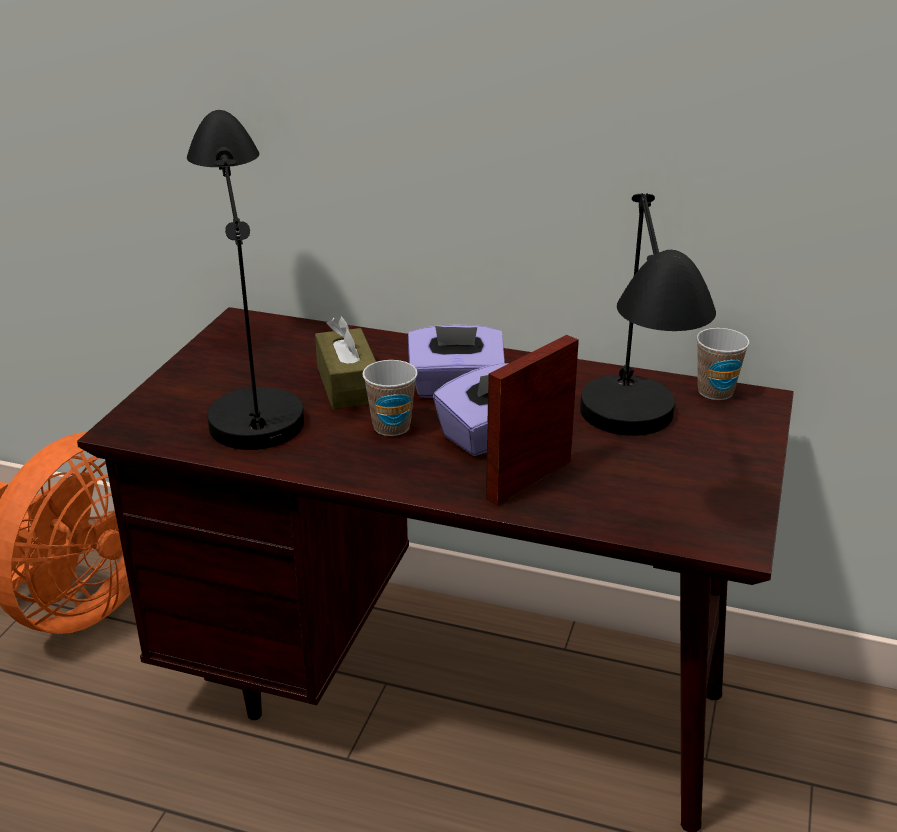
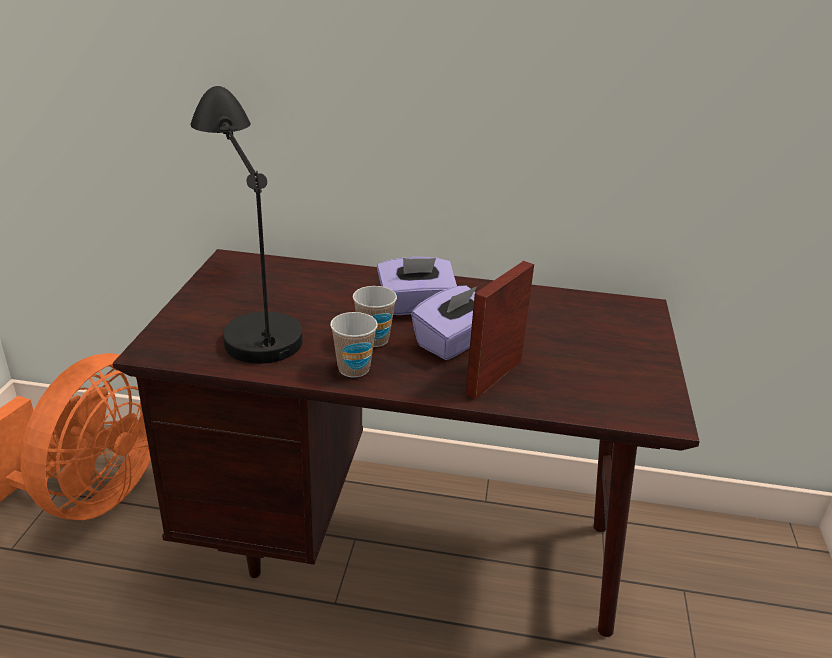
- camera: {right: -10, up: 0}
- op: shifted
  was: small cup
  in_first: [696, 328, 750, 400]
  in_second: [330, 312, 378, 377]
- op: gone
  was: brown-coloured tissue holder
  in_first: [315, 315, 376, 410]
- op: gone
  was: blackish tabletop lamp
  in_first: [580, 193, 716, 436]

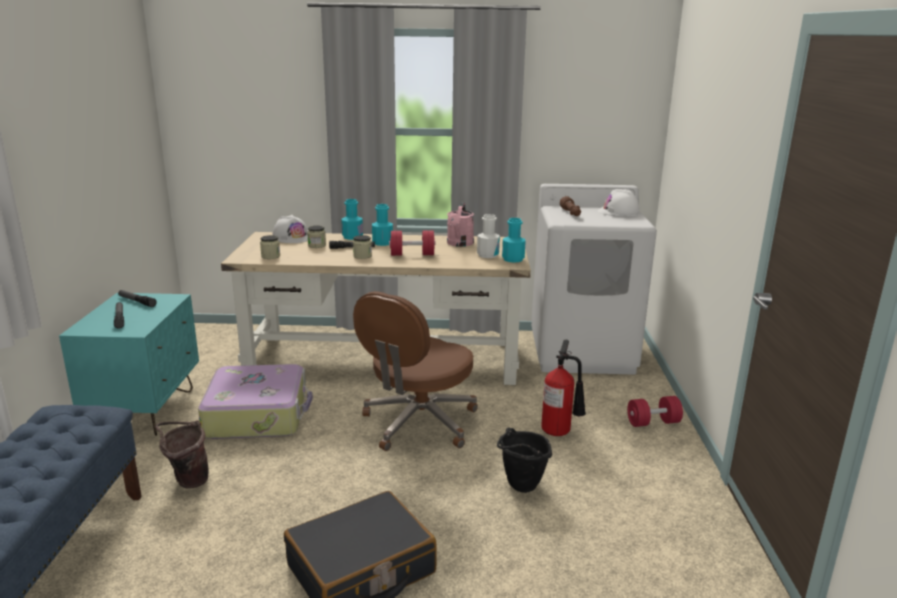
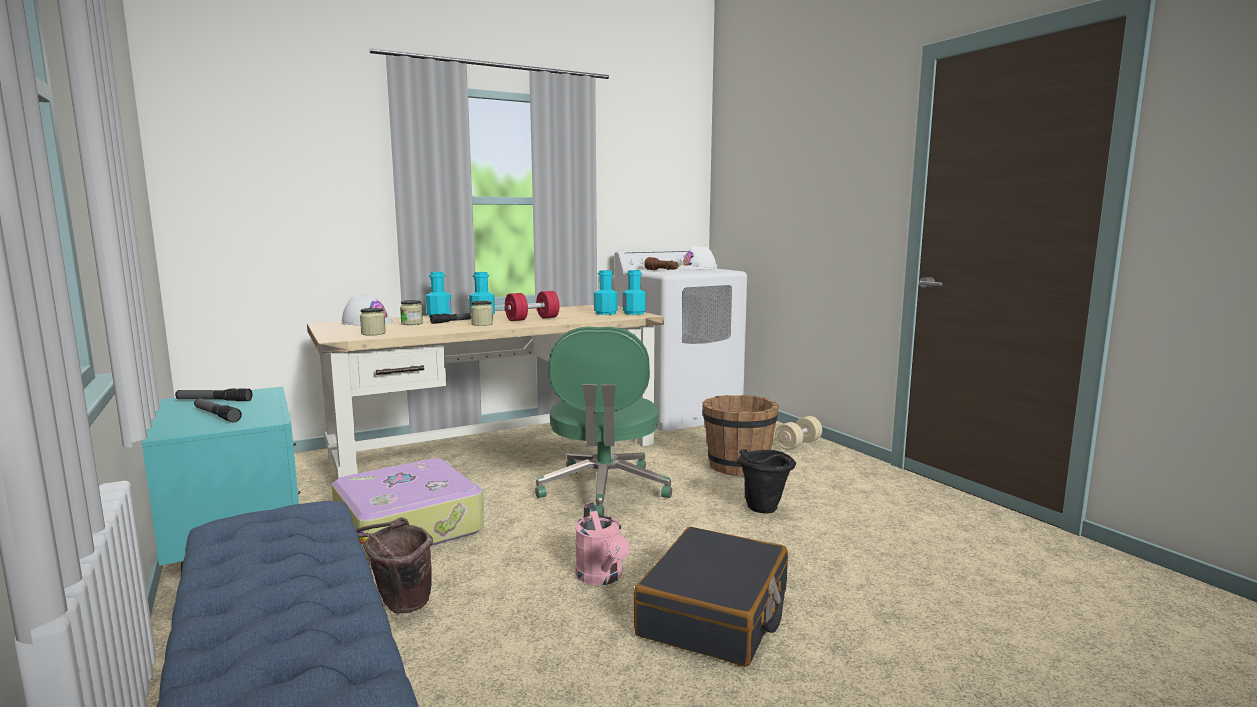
- camera: {right: -30, up: -10}
- op: repainted
  was: brown-coloured desk chair
  now: green-coloured desk chair
  in_first: [353, 291, 478, 451]
  in_second: [535, 326, 672, 515]
- op: shifted
  was: pinkish watering pot
  in_first: [447, 203, 474, 247]
  in_second: [575, 502, 630, 585]
- op: repainted
  was: whitish beverage bottle
  now: turquoise-coloured beverage bottle
  in_first: [477, 214, 500, 258]
  in_second: [594, 270, 618, 315]
- op: swapped
  was: fire extinguisher
  now: brown-coloured bucket
  in_first: [541, 340, 586, 436]
  in_second: [702, 395, 779, 476]
- op: repainted
  was: reddish dumbbell
  now: sand-coloured dumbbell
  in_first: [627, 396, 683, 427]
  in_second: [775, 416, 822, 450]

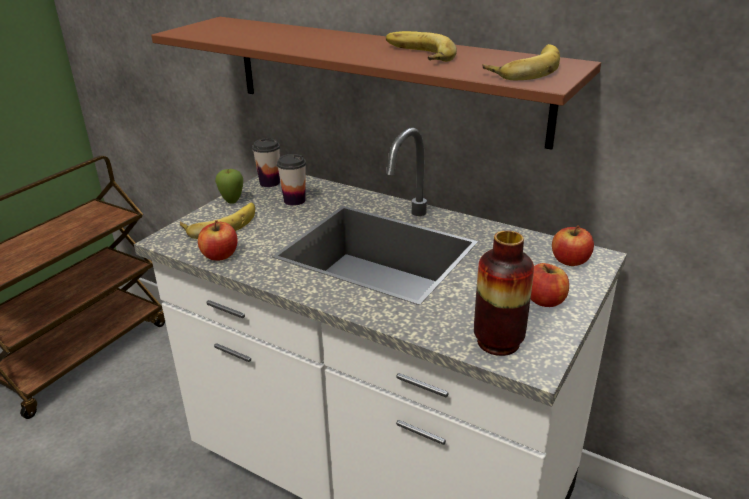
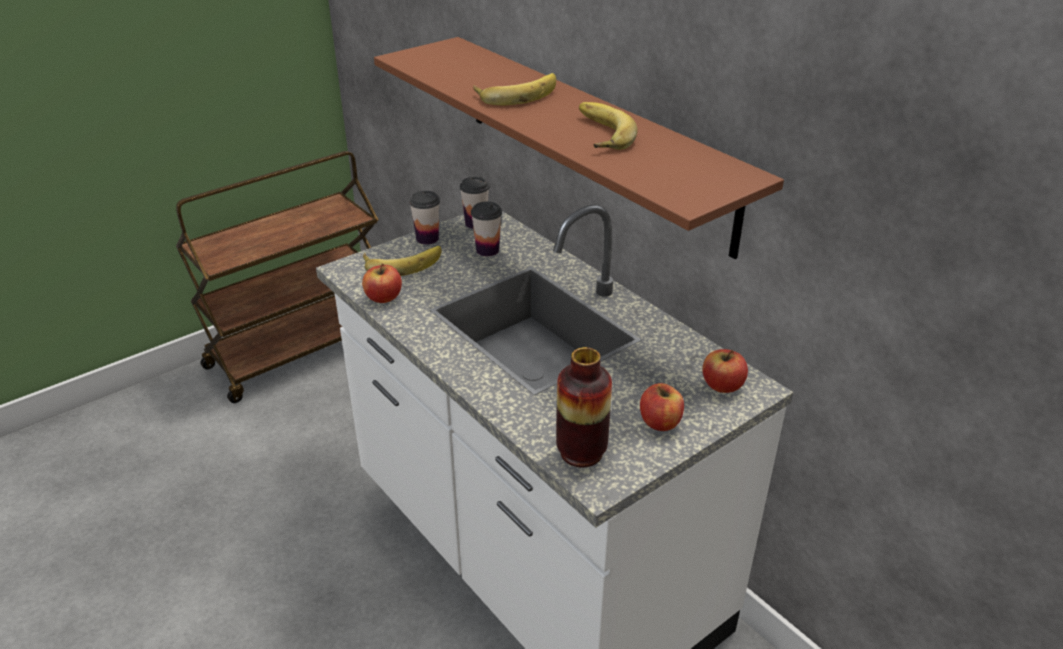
- camera: {right: 20, up: 5}
- op: swapped
  was: apple fruit
  now: small cup
  in_first: [215, 169, 243, 203]
  in_second: [409, 191, 440, 245]
- op: shifted
  was: banana fruit
  in_first: [483, 44, 560, 80]
  in_second: [473, 73, 556, 105]

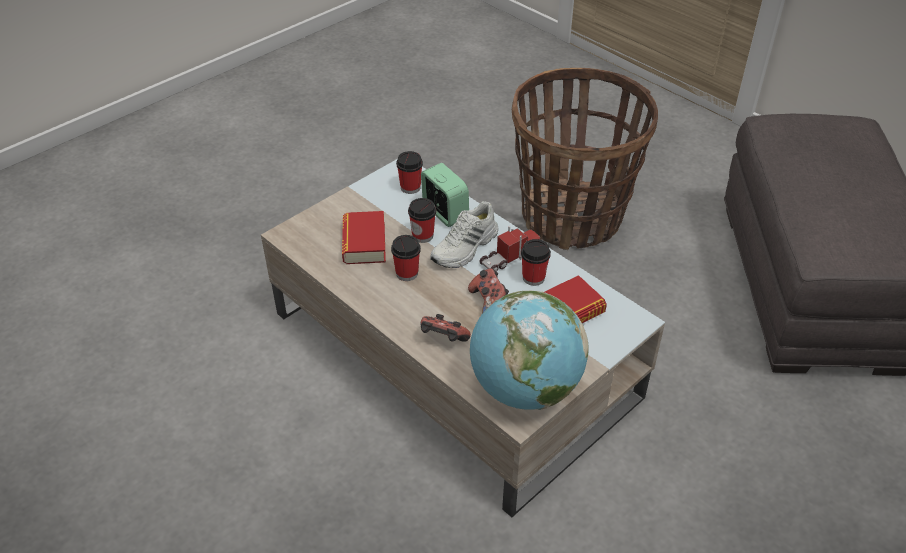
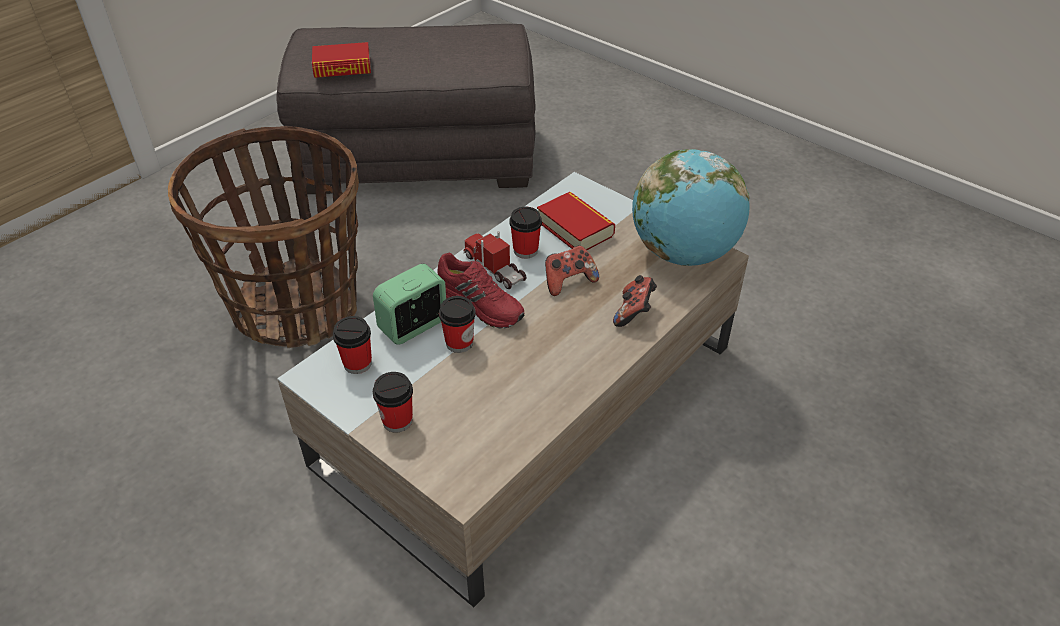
- camera: {right: -95, up: 0}
- op: shifted
  was: book
  in_first: [342, 211, 386, 264]
  in_second: [312, 42, 371, 78]
- op: shifted
  was: small cup
  in_first: [391, 235, 421, 281]
  in_second: [373, 372, 413, 433]
- op: repainted
  was: whitish item of footwear
  now: reddish item of footwear
  in_first: [430, 201, 498, 268]
  in_second: [438, 253, 524, 329]

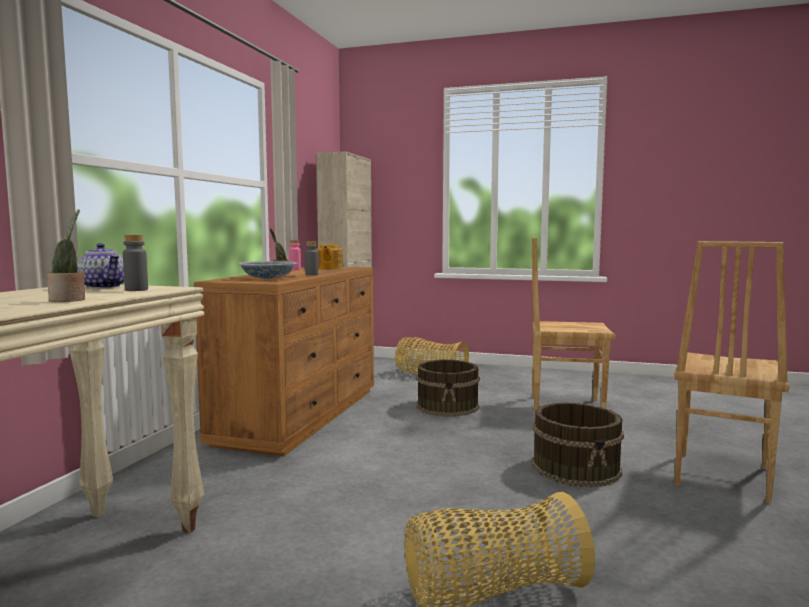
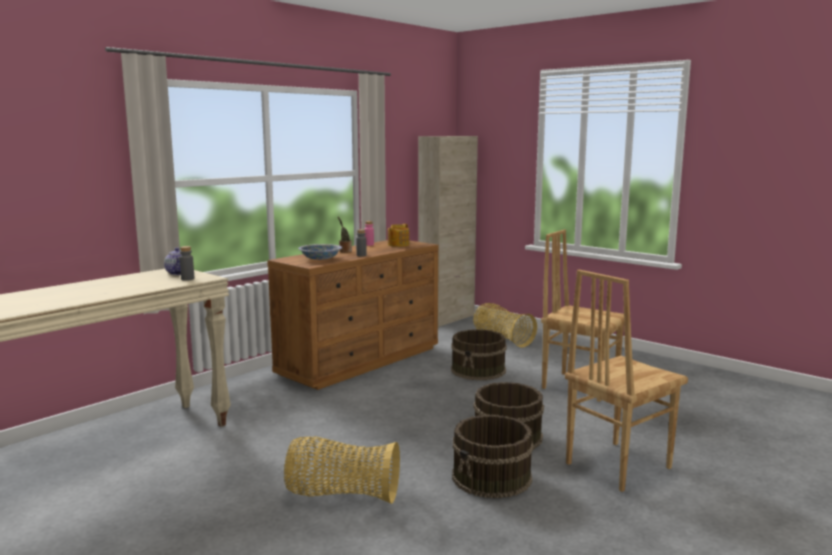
- camera: {right: 25, up: 5}
- op: new
  now: brown-coloured bucket
  in_second: [452, 414, 534, 498]
- op: gone
  was: potted plant
  in_first: [47, 210, 85, 302]

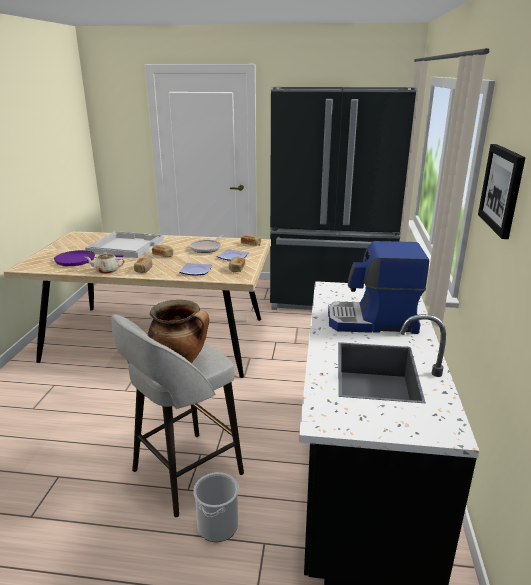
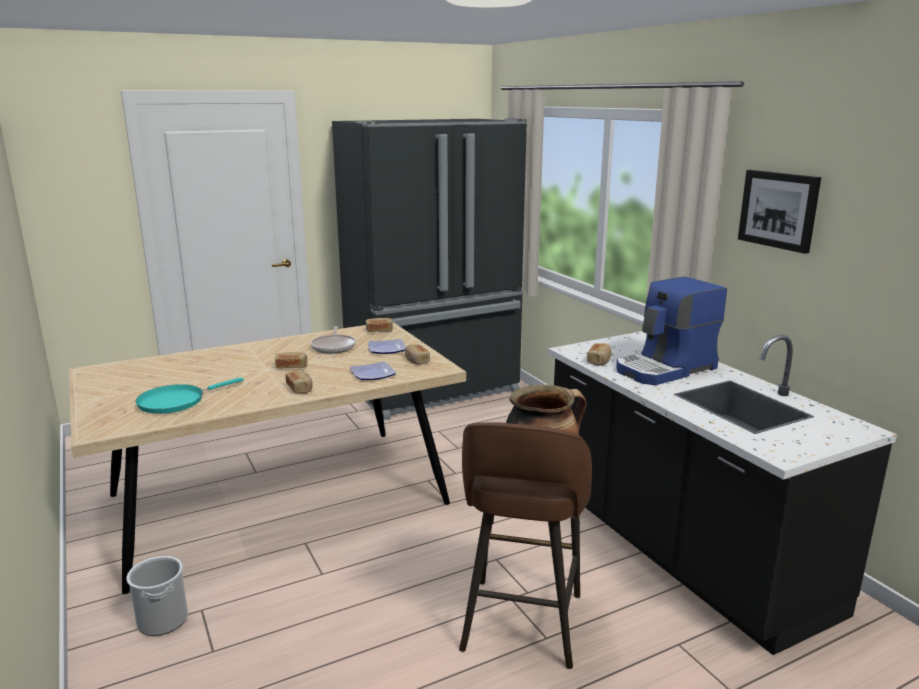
- camera: {right: -35, up: -5}
- op: shifted
  was: bucket
  in_first: [193, 472, 239, 542]
  in_second: [126, 556, 188, 636]
- op: repainted
  was: purple pan
  now: turquoise-coloured pan
  in_first: [54, 250, 124, 266]
  in_second: [135, 377, 244, 414]
- op: repainted
  was: greyish stool
  now: brown-coloured stool
  in_first: [111, 314, 244, 517]
  in_second: [459, 422, 592, 669]
- op: new
  now: baked bread
  in_second: [587, 343, 612, 366]
- op: gone
  was: whitish carrying tray
  in_first: [85, 231, 164, 258]
- op: gone
  was: sand-coloured pot for tea
  in_first: [85, 252, 125, 274]

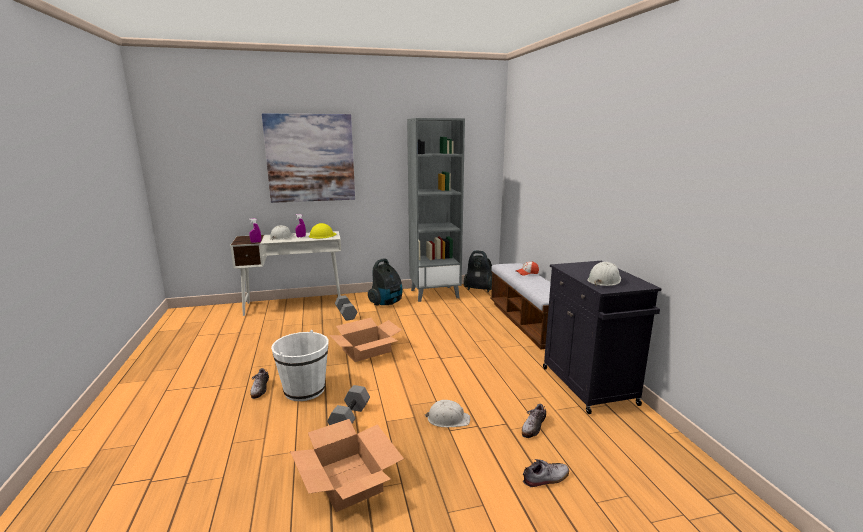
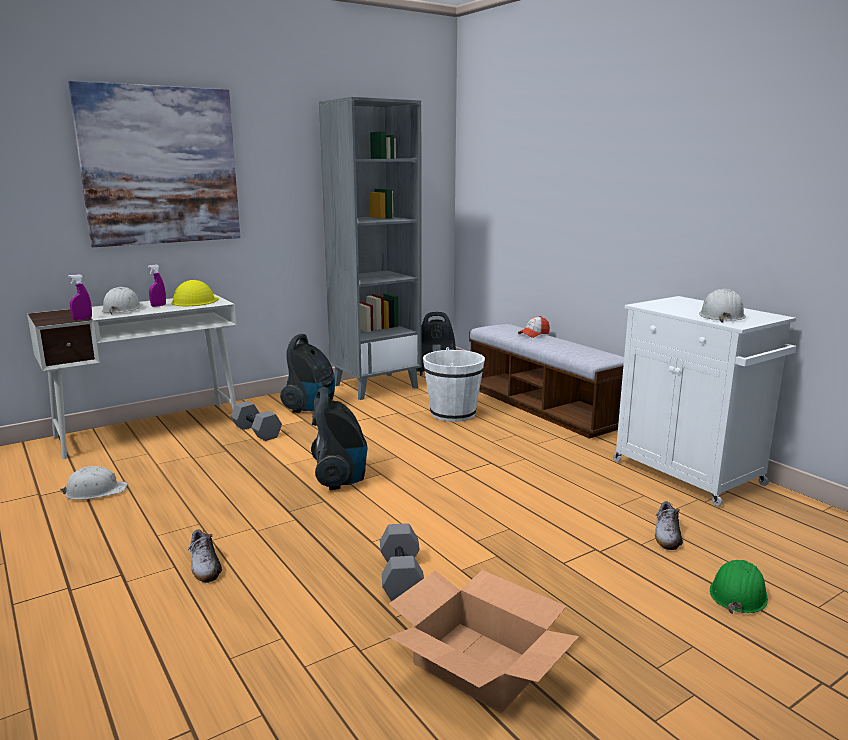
- camera: {right: -20, up: 0}
- op: shifted
  was: whitish hard hat
  in_first: [425, 400, 470, 427]
  in_second: [60, 466, 127, 500]
- op: swapped
  was: carton
  now: vacuum
  in_first: [329, 318, 402, 362]
  in_second: [311, 387, 367, 490]
- op: shifted
  was: whitish bucket
  in_first: [271, 330, 329, 401]
  in_second: [423, 347, 485, 422]
- op: repainted
  was: blackish cupboard
  now: whitish cupboard
  in_first: [543, 261, 662, 414]
  in_second: [613, 296, 796, 506]
- op: swapped
  was: item of footwear
  now: green-coloured hard hat
  in_first: [523, 459, 569, 487]
  in_second: [710, 560, 768, 614]

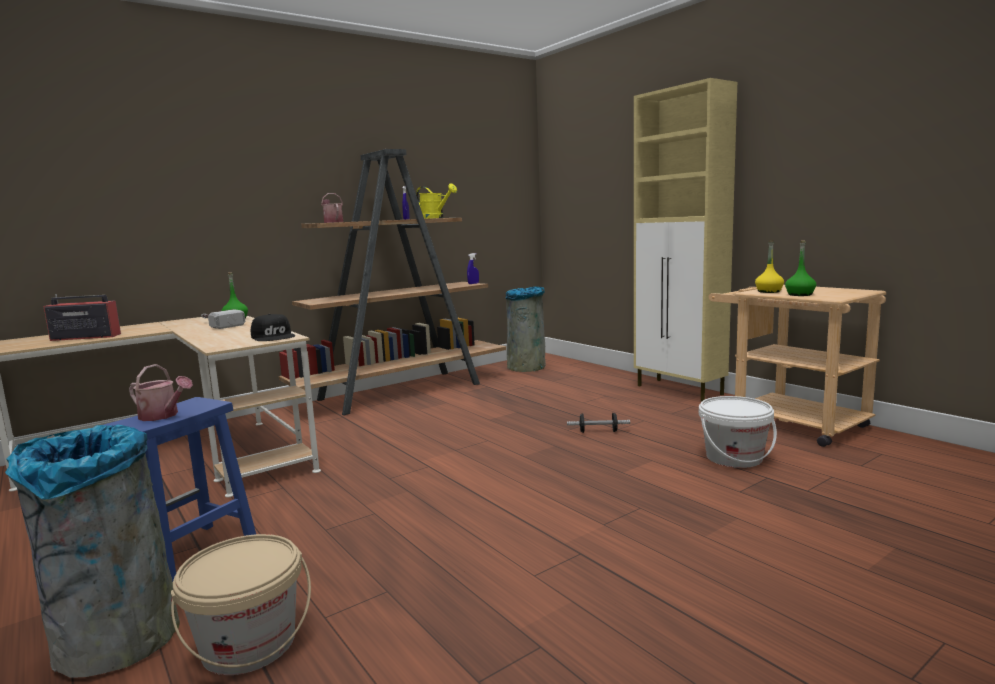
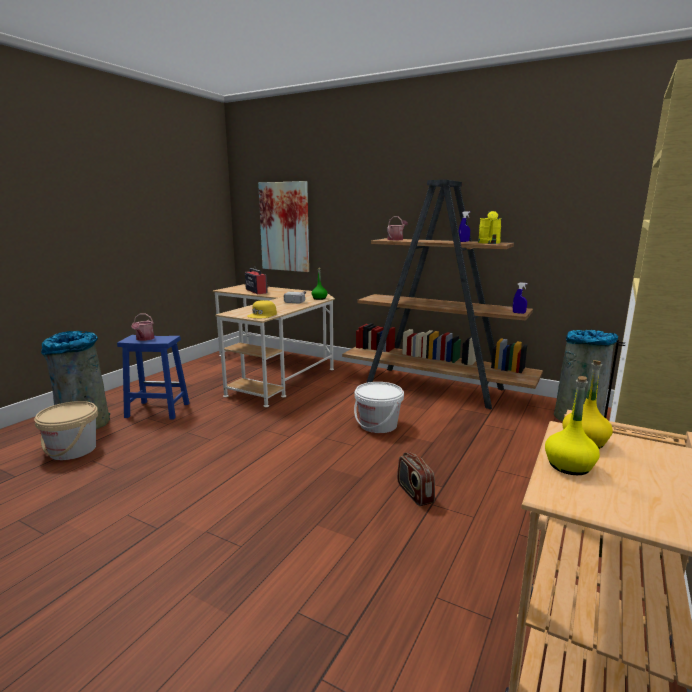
- camera: {right: 65, up: 5}
- op: repainted
  was: blackish cap
  now: yellowish cap
  in_first: [250, 314, 296, 341]
  in_second: [247, 300, 277, 318]
- op: new
  now: wall art
  in_second: [258, 181, 309, 272]
- op: shifted
  was: whitish bucket
  in_first: [699, 396, 777, 468]
  in_second: [354, 382, 404, 433]
- op: swapped
  was: dumbbell
  now: radio
  in_first: [567, 413, 630, 433]
  in_second: [397, 452, 435, 506]
- op: repainted
  was: green-coloured beverage bottle
  now: yellowish beverage bottle
  in_first: [785, 240, 816, 296]
  in_second: [545, 376, 600, 475]

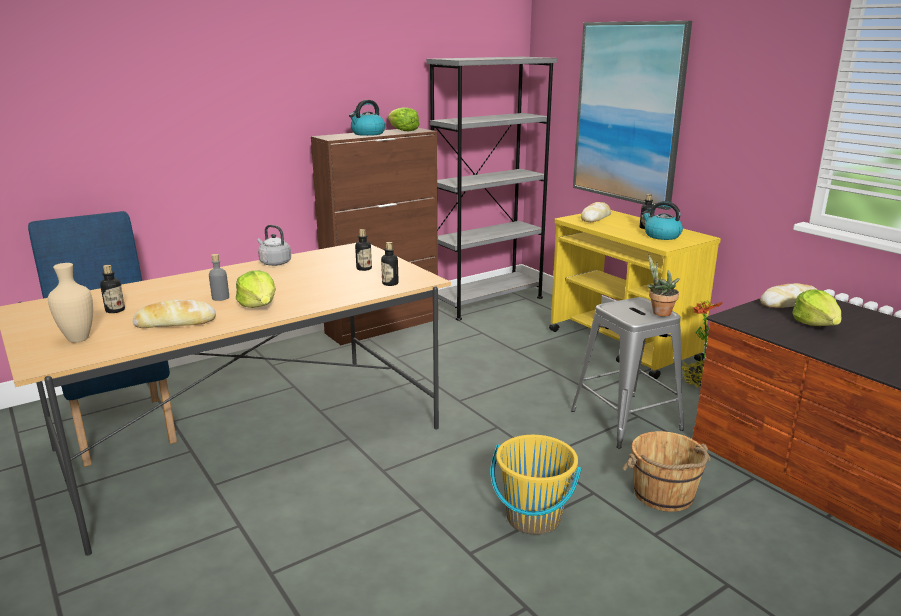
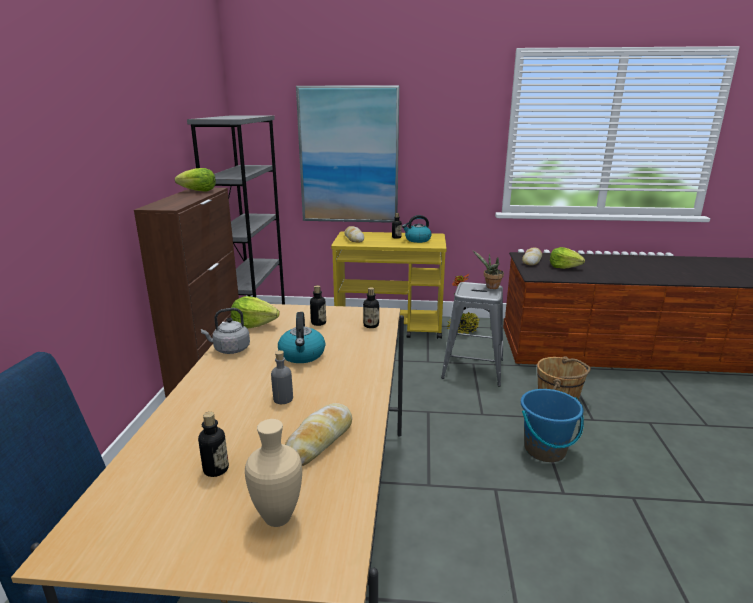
- camera: {right: -50, up: 0}
- op: shifted
  was: lettuce head
  in_first: [236, 271, 276, 308]
  in_second: [231, 296, 280, 328]
- op: shifted
  was: water kettle
  in_first: [349, 100, 385, 136]
  in_second: [278, 312, 325, 363]
- op: repainted
  was: yellowish bucket
  now: blue bucket
  in_first: [491, 435, 581, 535]
  in_second: [521, 389, 584, 462]

